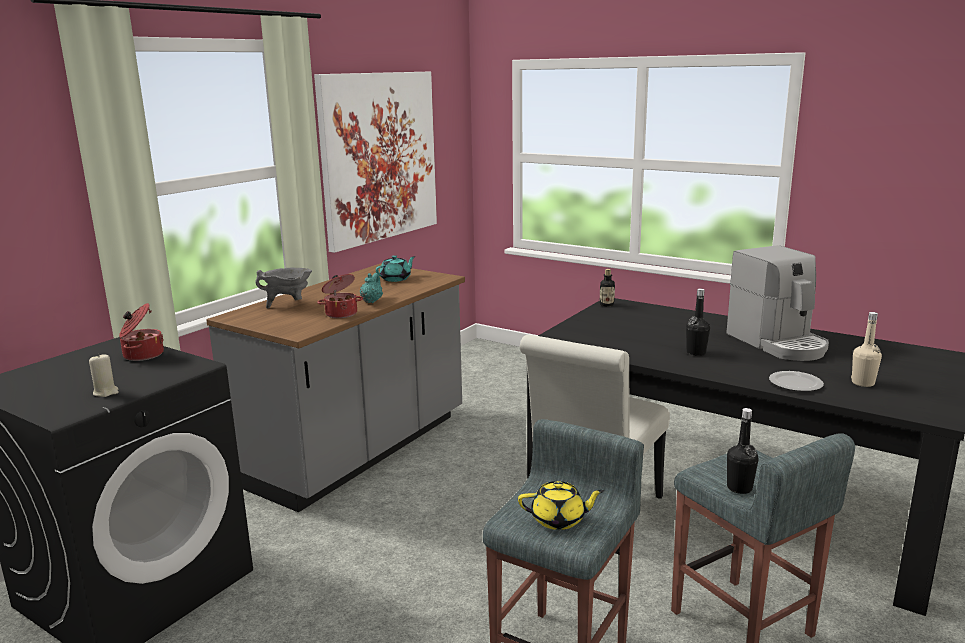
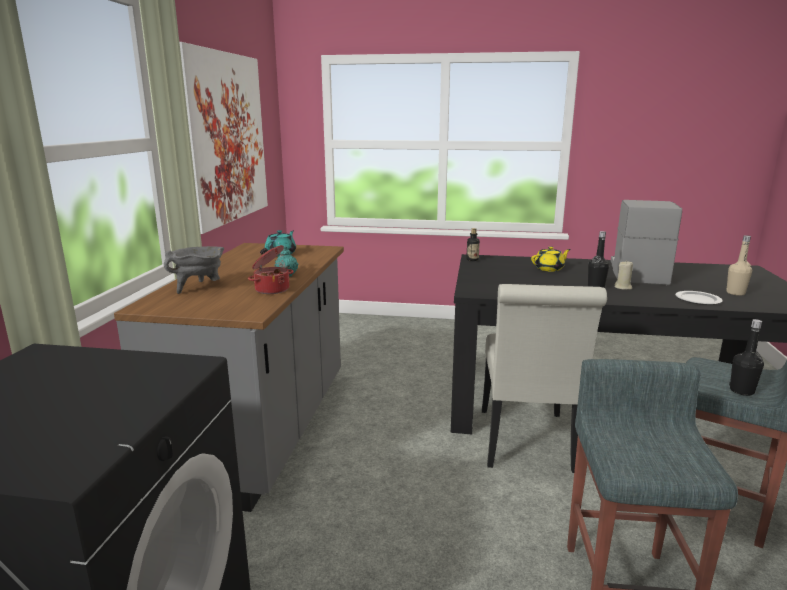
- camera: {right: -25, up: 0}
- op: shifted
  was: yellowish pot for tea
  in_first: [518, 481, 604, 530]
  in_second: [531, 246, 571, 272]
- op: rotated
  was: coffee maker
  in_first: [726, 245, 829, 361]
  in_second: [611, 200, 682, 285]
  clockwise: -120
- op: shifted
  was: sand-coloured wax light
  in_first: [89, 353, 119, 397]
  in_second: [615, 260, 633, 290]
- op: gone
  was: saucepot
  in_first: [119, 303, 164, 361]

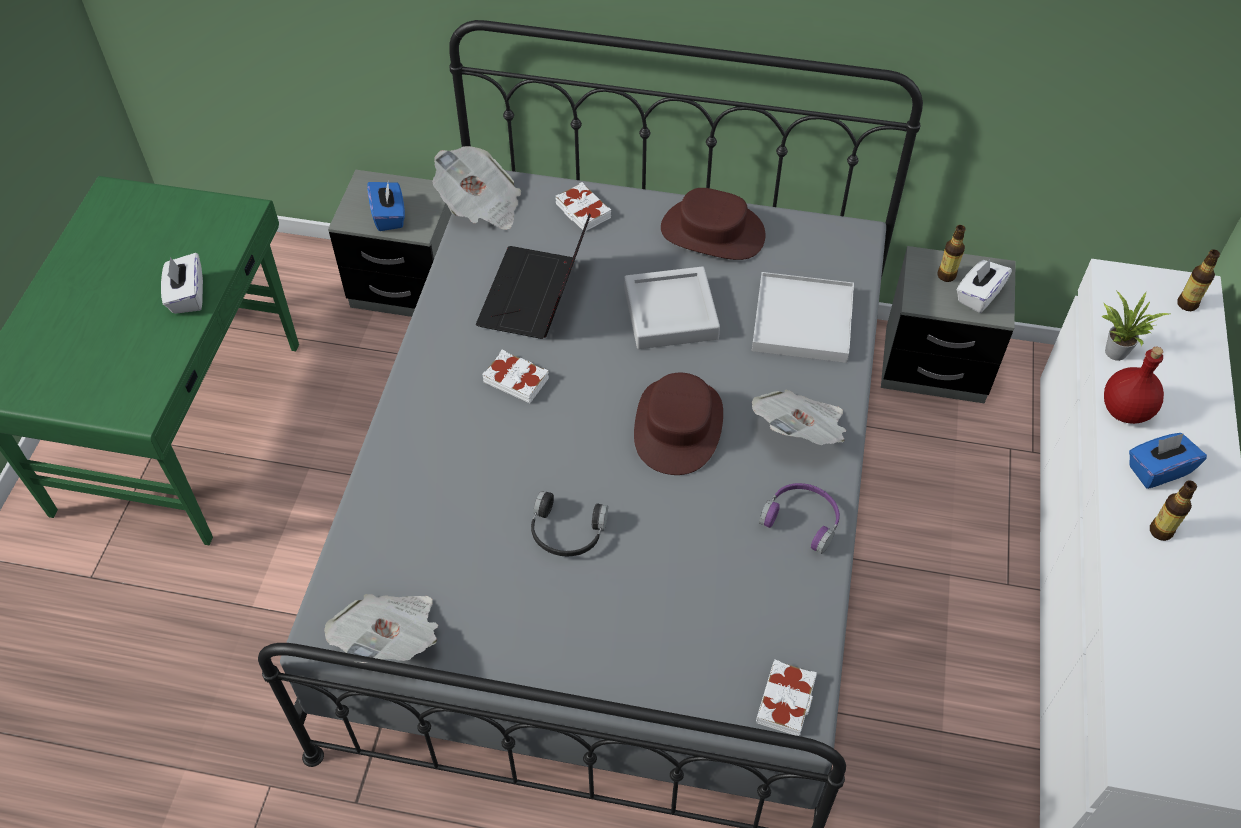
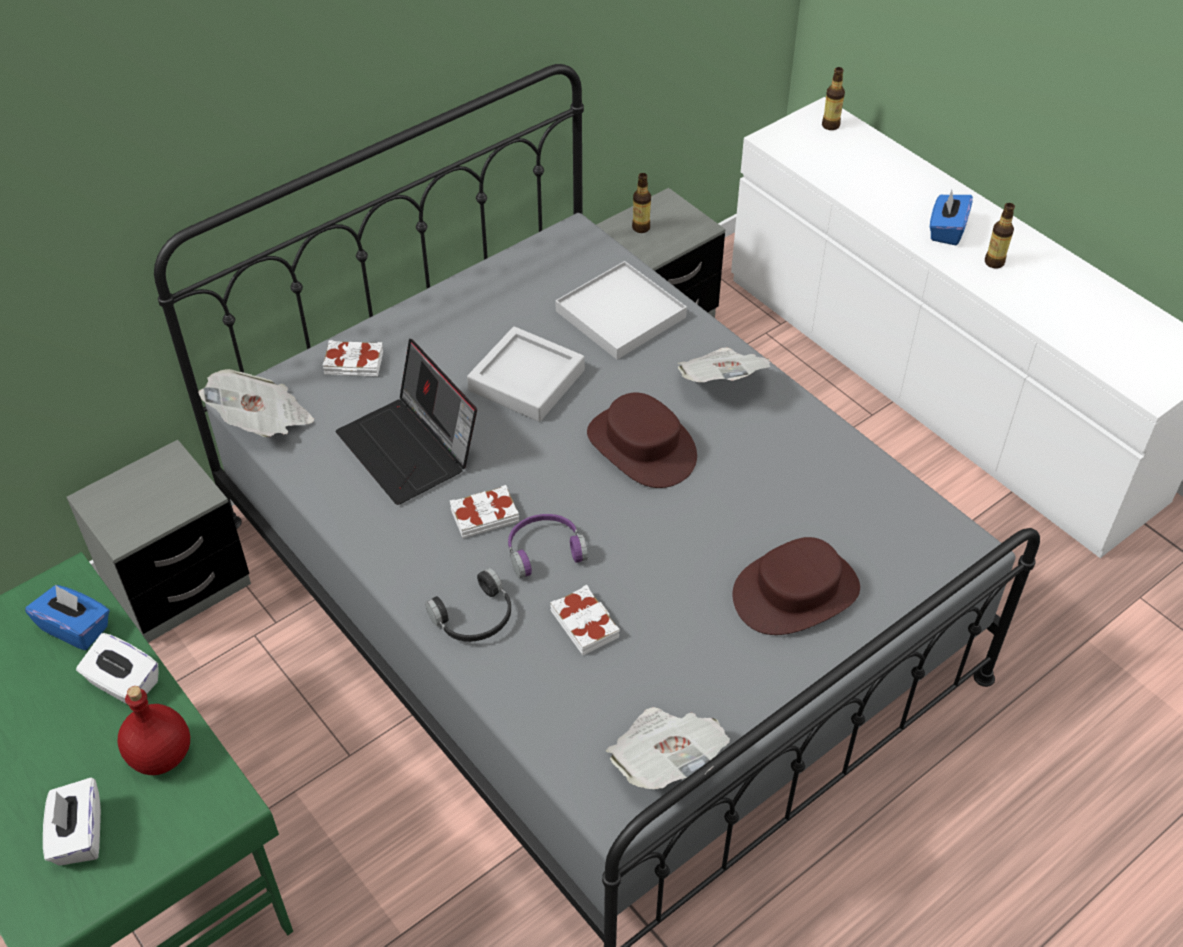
- camera: {right: -50, up: -5}
- op: shifted
  was: blue tissue holder
  in_first: [367, 180, 405, 231]
  in_second: [25, 584, 110, 651]
- op: shifted
  was: whitish tissue holder
  in_first: [957, 259, 1012, 313]
  in_second: [43, 777, 101, 866]
- op: shifted
  was: reddish beverage bottle
  in_first: [1104, 347, 1164, 424]
  in_second: [118, 686, 190, 775]
- op: shifted
  was: blackish headphones
  in_first: [531, 490, 608, 557]
  in_second: [425, 568, 511, 642]
- op: shifted
  was: purple headphones
  in_first: [759, 483, 840, 554]
  in_second: [508, 514, 588, 578]
- op: shifted
  was: whitish book
  in_first: [756, 660, 817, 736]
  in_second: [550, 585, 620, 655]
- op: shifted
  was: brown-coloured hat
  in_first: [661, 188, 766, 260]
  in_second: [733, 537, 860, 635]
- op: gone
  was: potted plant
  in_first: [1102, 290, 1170, 361]

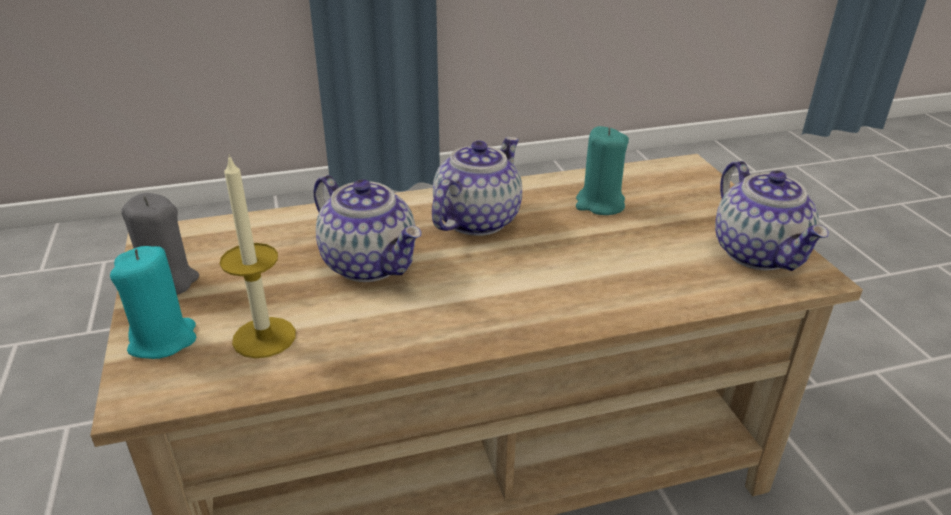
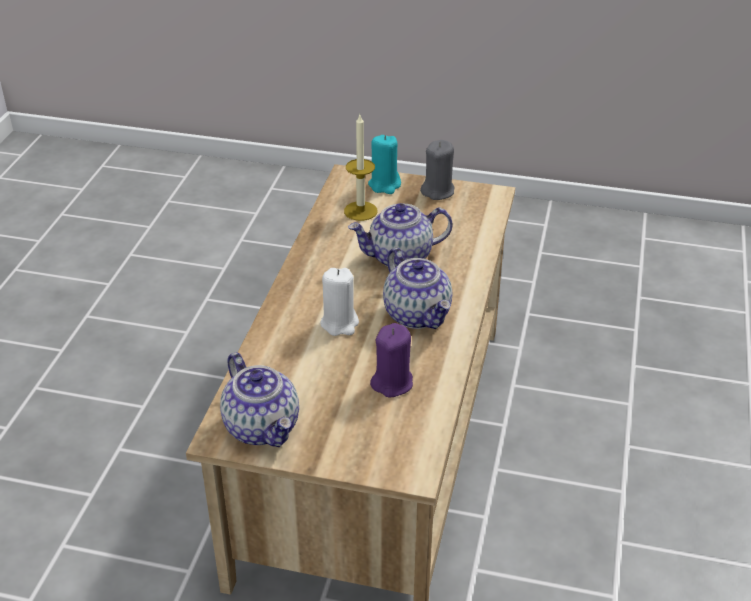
- camera: {right: 120, up: 5}
- op: rotated
  was: pot for tea
  in_first: [715, 160, 829, 271]
  in_second: [220, 353, 299, 447]
  clockwise: -135
- op: new
  now: whitish wax light
  in_second: [320, 268, 359, 336]
- op: repainted
  was: turquoise-coloured wax light
  now: purple wax light
  in_first: [576, 126, 629, 215]
  in_second: [370, 323, 413, 397]

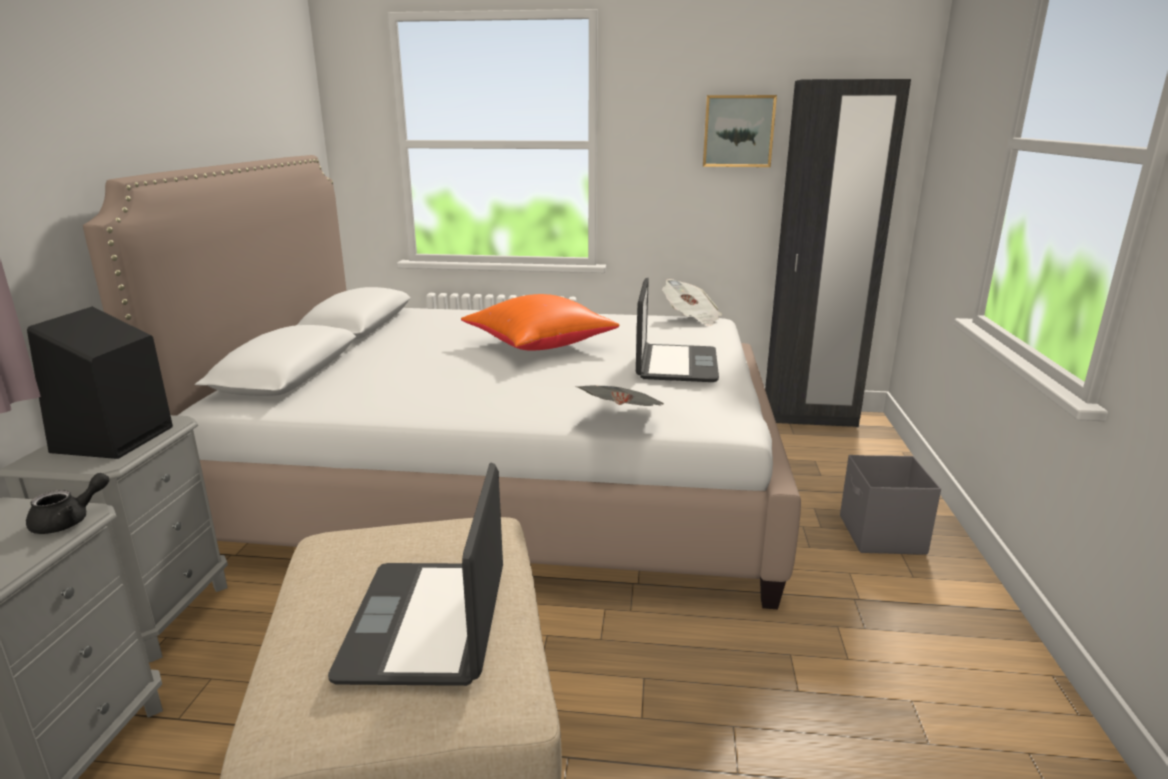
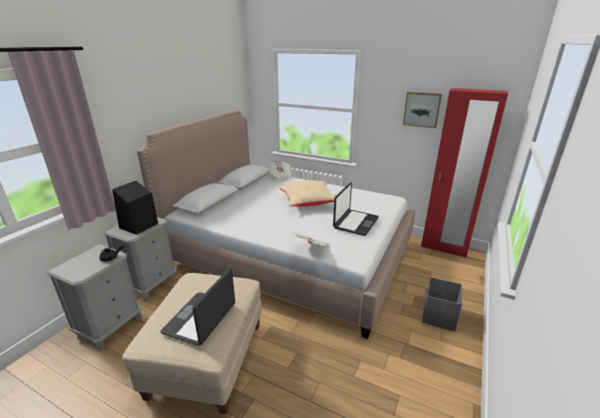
- camera: {right: 20, up: 5}
- op: shifted
  was: newspaper
  in_first: [662, 279, 722, 326]
  in_second: [269, 160, 293, 182]
- op: repainted
  was: orange-coloured cushion
  now: sand-coloured cushion
  in_first: [461, 294, 620, 351]
  in_second: [278, 180, 335, 206]
- op: repainted
  was: blackish clothes cupboard
  now: reddish clothes cupboard
  in_first: [765, 79, 911, 427]
  in_second: [421, 88, 508, 257]

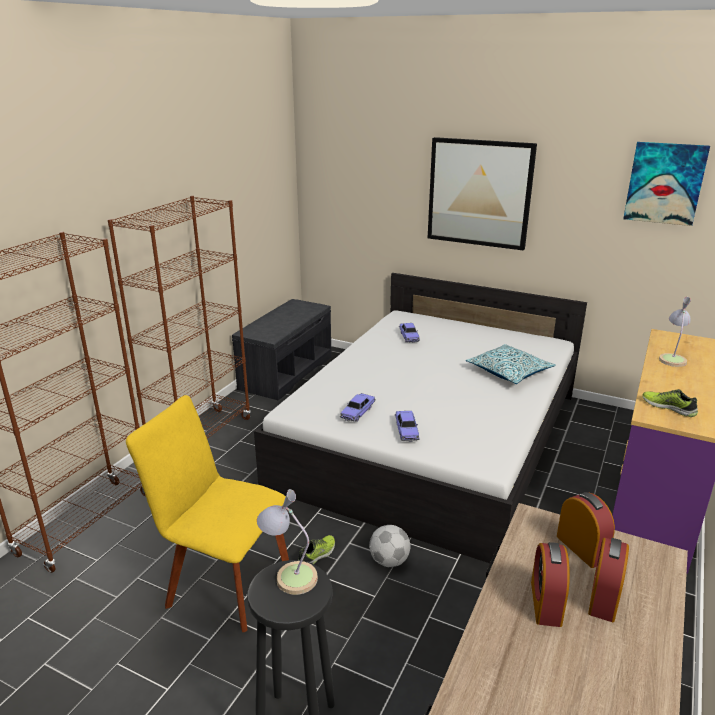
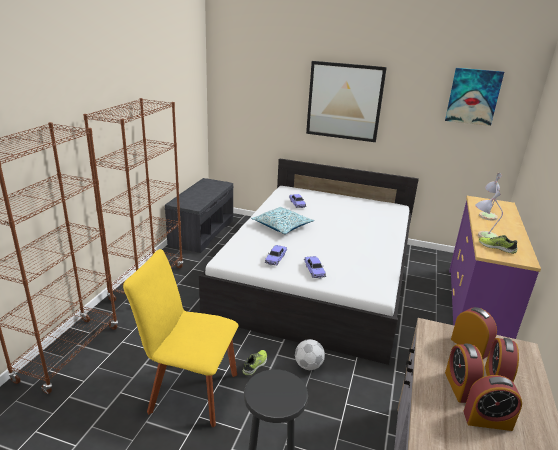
- camera: {right: -10, up: 0}
- op: shifted
  was: cushion
  in_first: [466, 344, 556, 384]
  in_second: [251, 207, 314, 234]
- op: new
  now: table clock
  in_second: [464, 375, 522, 431]
- op: shifted
  was: tabletop lamp
  in_first: [257, 489, 318, 595]
  in_second: [475, 189, 503, 238]

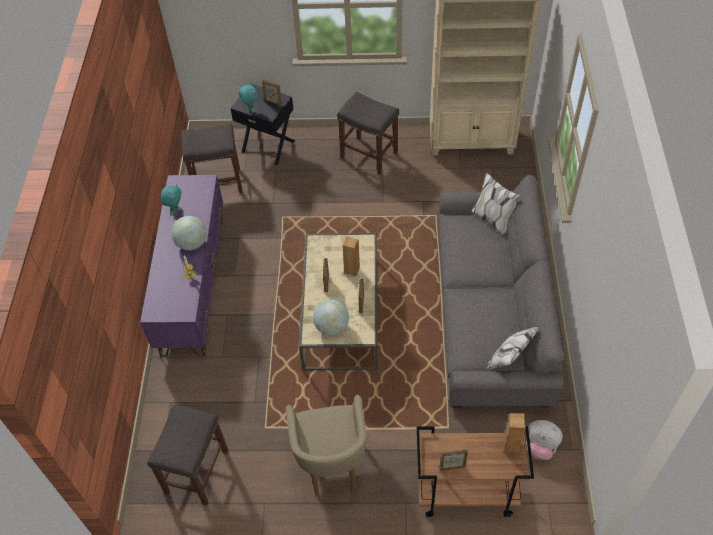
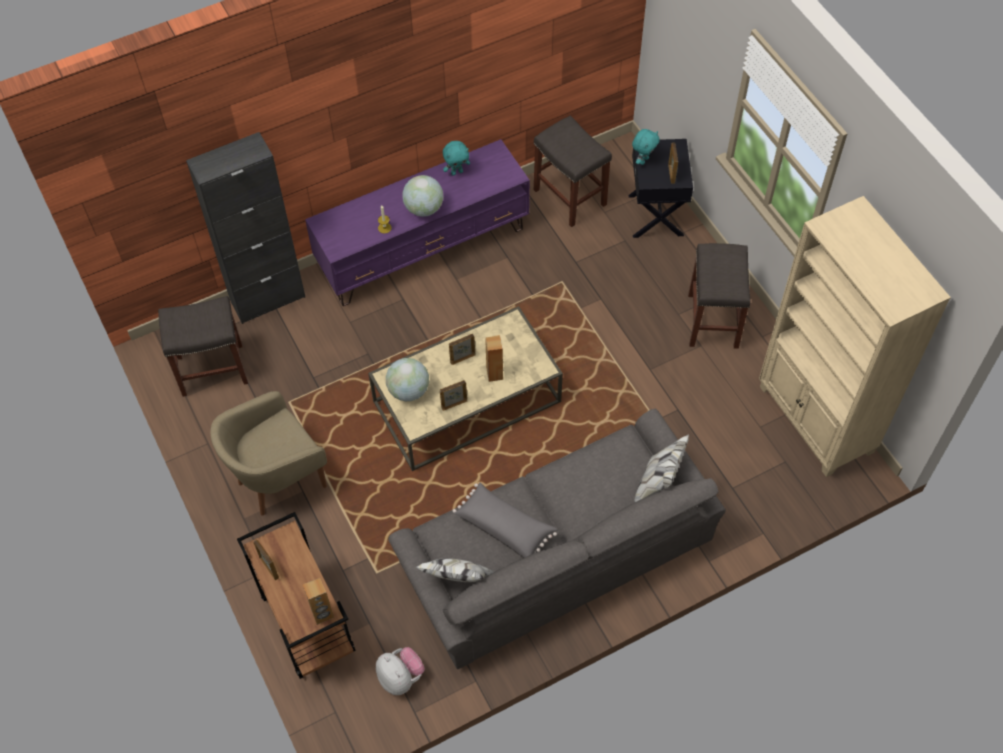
- camera: {right: 60, up: 5}
- op: new
  now: blackish cupboard
  in_second: [186, 132, 305, 324]
- op: rotated
  was: soft toy
  in_first: [526, 420, 563, 460]
  in_second: [376, 647, 425, 695]
  clockwise: 150
- op: new
  now: greyish cushion
  in_second: [453, 482, 557, 558]

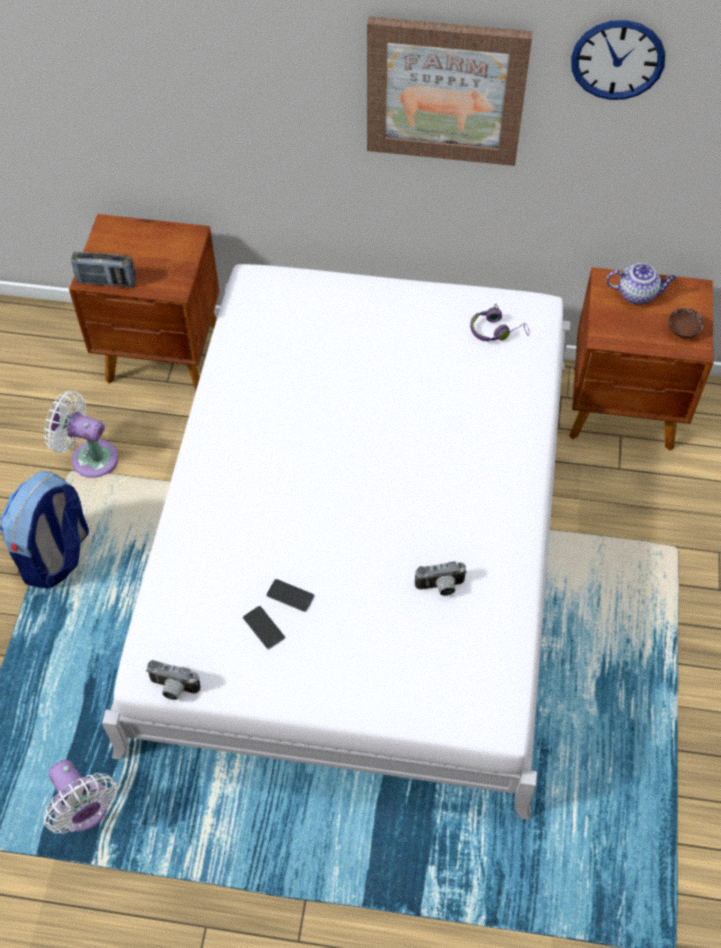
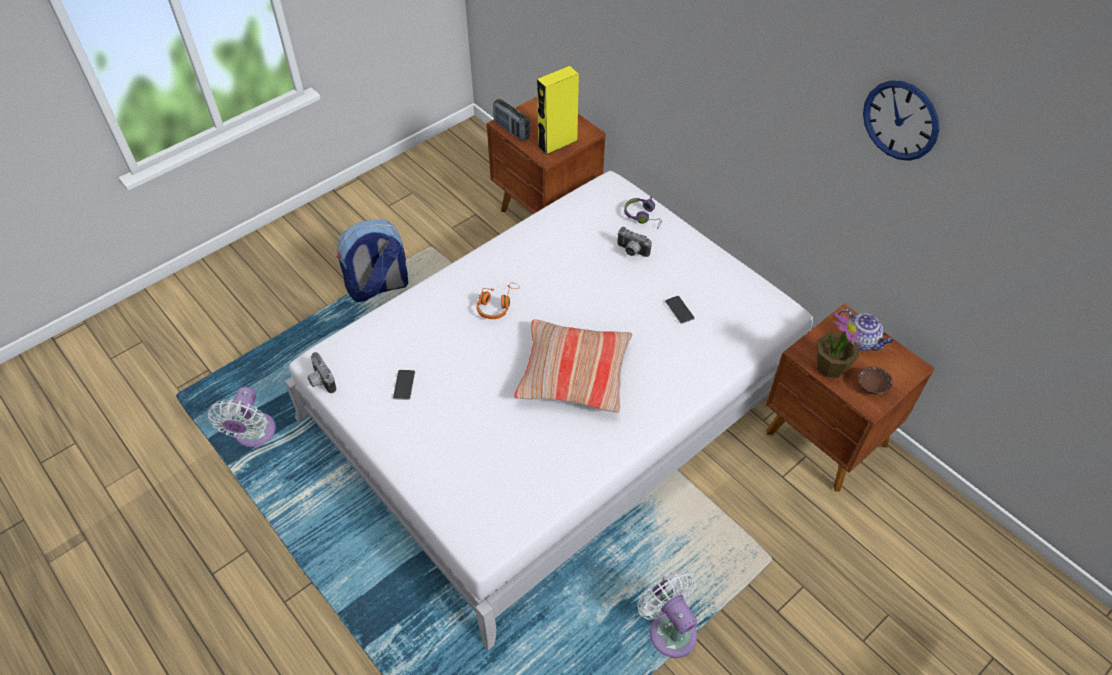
- camera: {right: 40, up: -5}
- op: new
  now: orange-coloured headphones
  in_second: [477, 283, 520, 319]
- op: new
  now: cushion
  in_second: [514, 319, 632, 413]
- op: new
  now: yellowish loudspeaker
  in_second: [537, 66, 579, 155]
- op: shifted
  was: still camera
  in_first: [415, 561, 467, 596]
  in_second: [617, 227, 652, 257]
- op: shifted
  was: purple headphones
  in_first: [470, 303, 529, 342]
  in_second: [624, 196, 662, 229]
- op: shifted
  was: whitish cooling fan
  in_first: [44, 391, 119, 478]
  in_second: [637, 570, 697, 658]
- op: shifted
  was: telephone
  in_first: [266, 579, 315, 612]
  in_second: [665, 296, 695, 324]
- op: new
  now: potted plant
  in_second: [817, 312, 862, 378]
- op: gone
  was: wall art
  in_first: [367, 16, 533, 166]

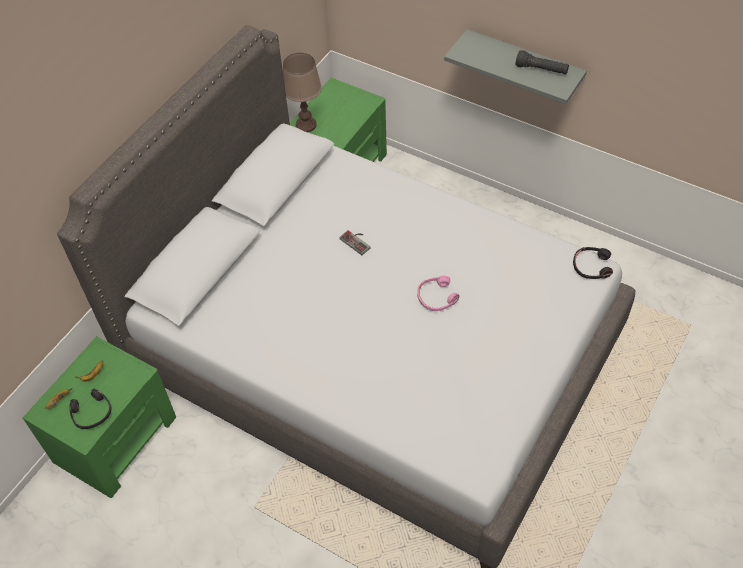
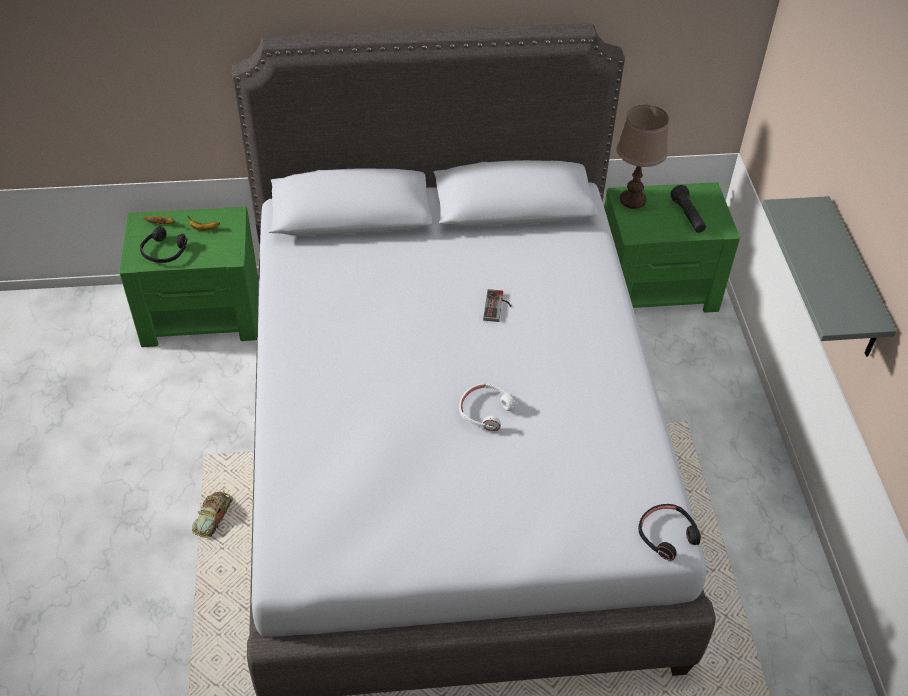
- camera: {right: 50, up: -5}
- op: new
  now: model car
  in_second: [192, 492, 233, 538]
- op: repainted
  was: pinkish headphones
  now: whitish headphones
  in_first: [417, 276, 459, 311]
  in_second: [459, 383, 516, 431]
- op: shifted
  was: blackish torch
  in_first: [516, 50, 569, 74]
  in_second: [671, 185, 706, 233]

